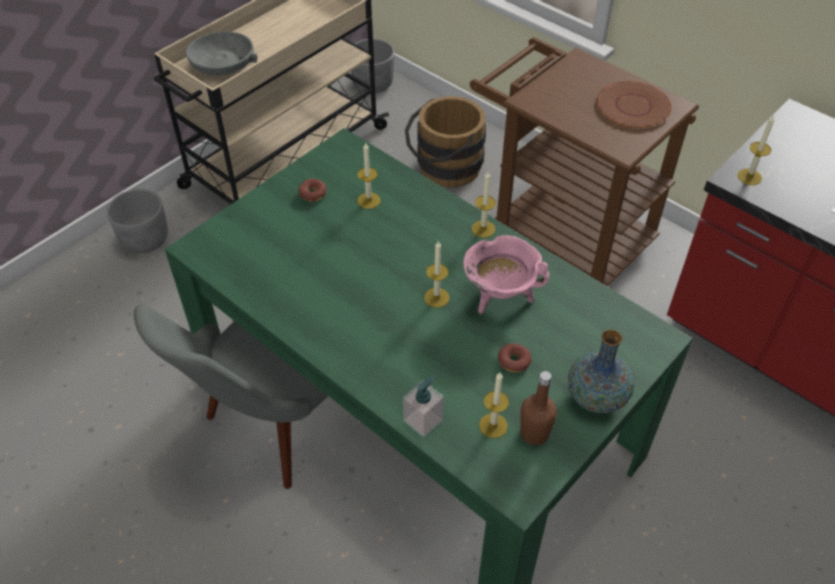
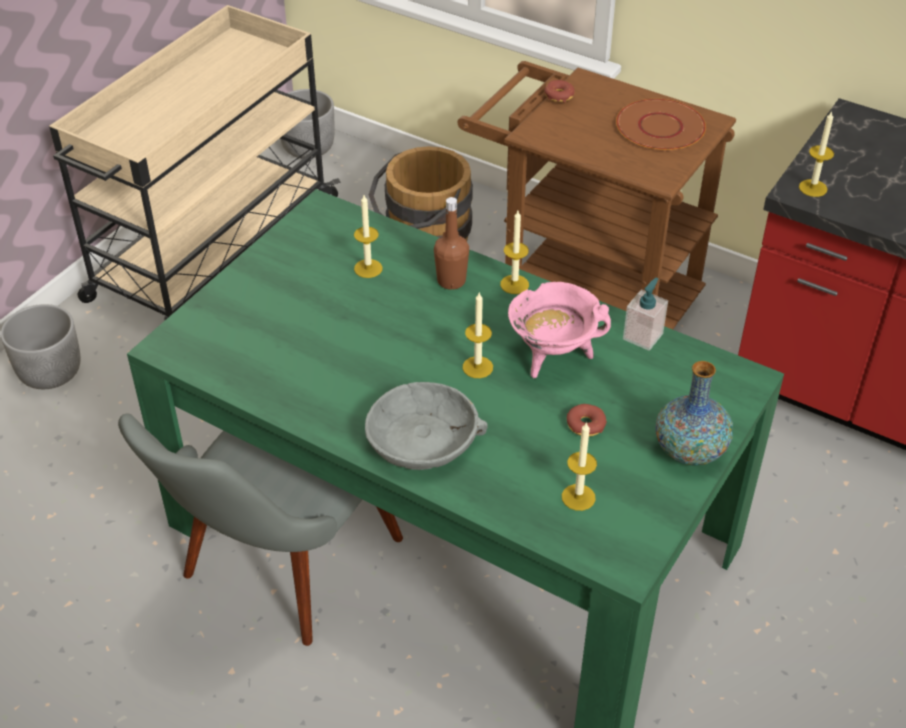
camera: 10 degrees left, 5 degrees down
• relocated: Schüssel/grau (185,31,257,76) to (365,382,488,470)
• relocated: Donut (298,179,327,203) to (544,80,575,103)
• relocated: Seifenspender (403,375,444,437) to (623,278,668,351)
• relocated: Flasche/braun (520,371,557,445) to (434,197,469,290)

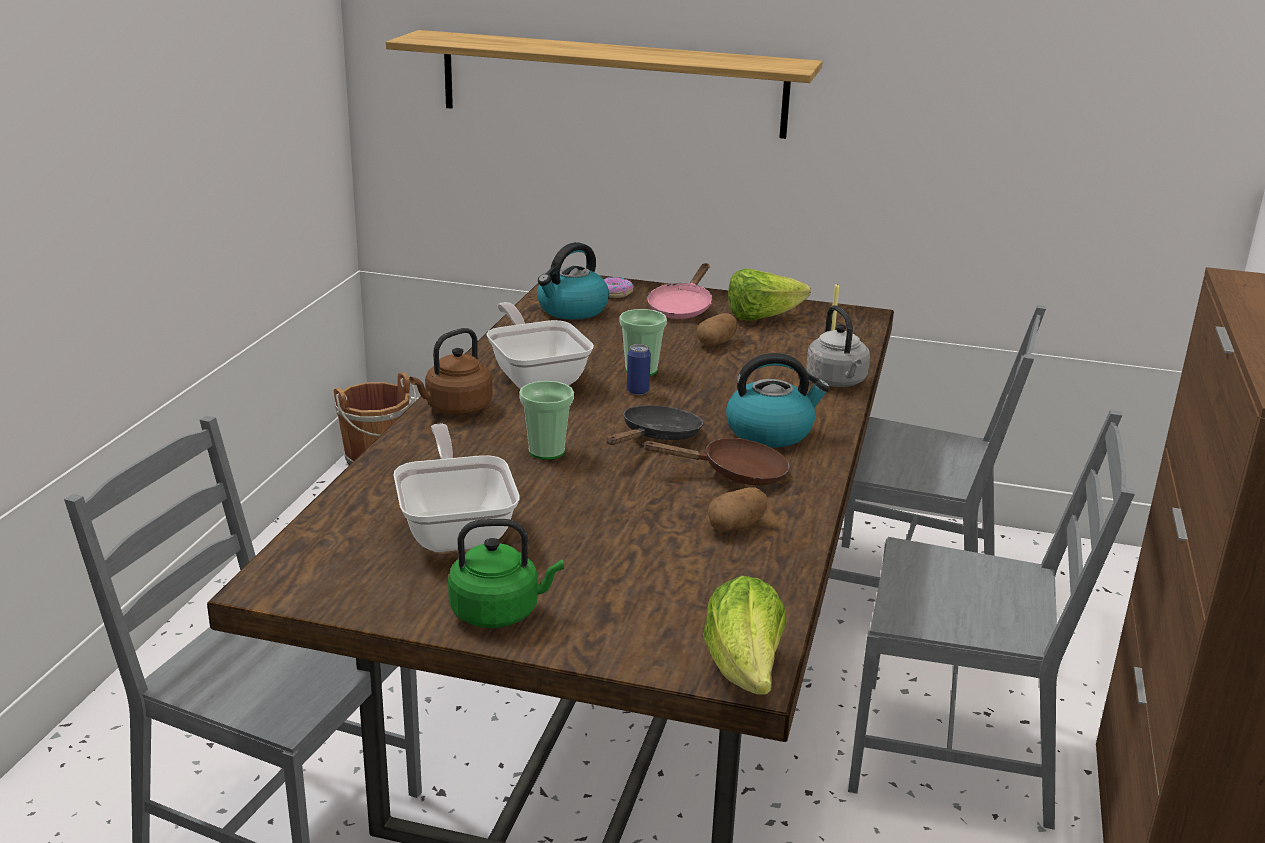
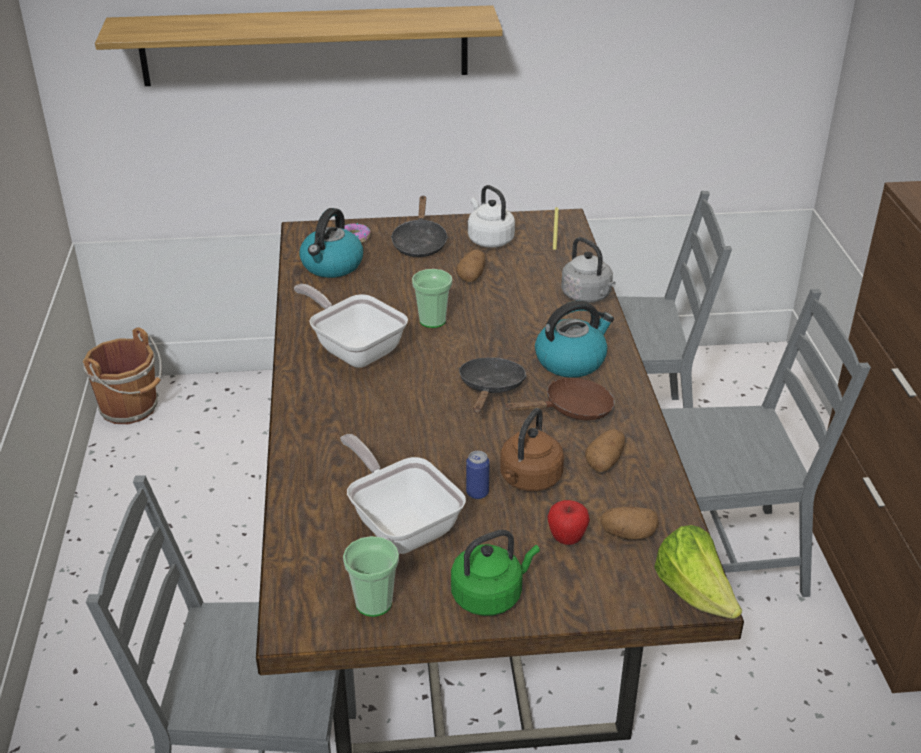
camera: 20 degrees left, 10 degrees up
• appeared: Apfel (547,500,590,545)
• appeared: Kartoffel (601,507,659,540)
• relocated: Wasserkessel/braun (409,328,493,415) to (500,408,564,491)
• relocated: Tasse (519,381,574,460) to (343,536,399,617)
• relocated: Dose (627,344,651,395) to (466,451,490,499)
• exchanged: Salatkopf (728,268,811,321) to Wasserkessel/weiß (468,185,515,248)
• colour: Pfanne/rosa (647,263,712,319) to Pfanne/schwarz (391,196,448,257)

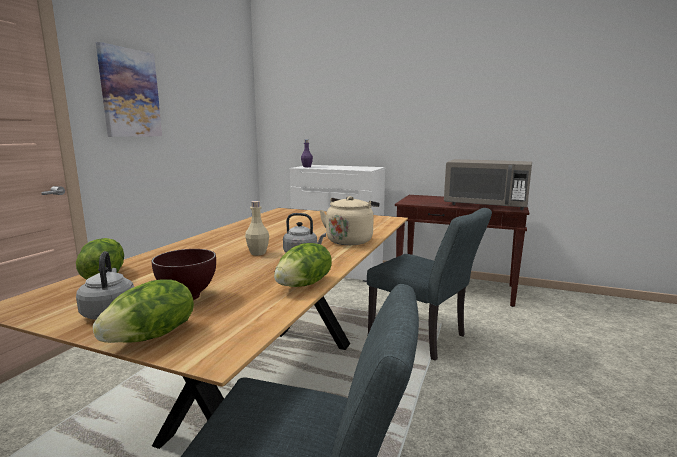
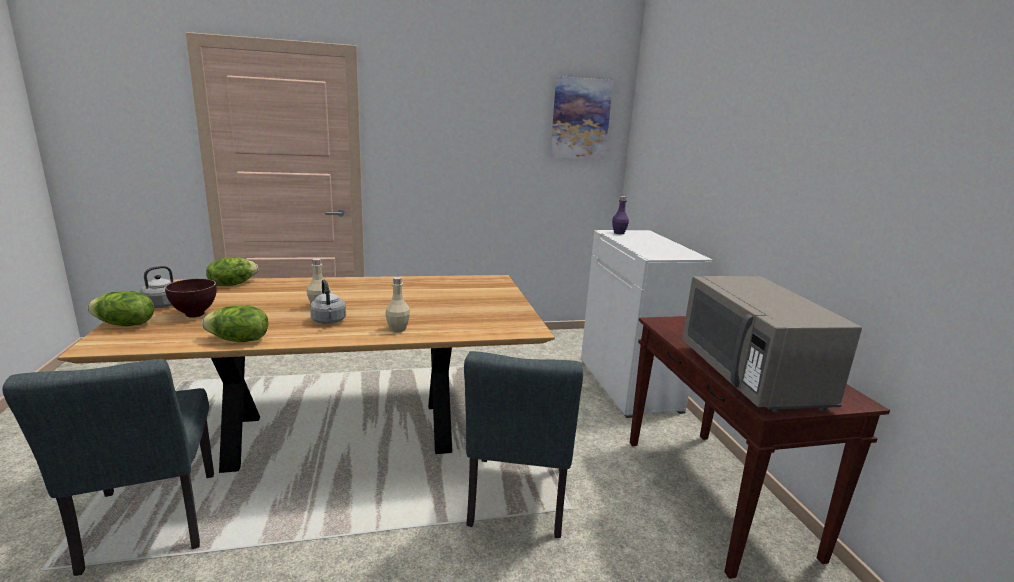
camera: 55 degrees right, 5 degrees up
• relocated: Bild (96,42,162,137) to (550,76,613,160)
• exchanged: Wasserkessel/beige (319,196,380,245) to Flasche/beige (385,277,410,333)

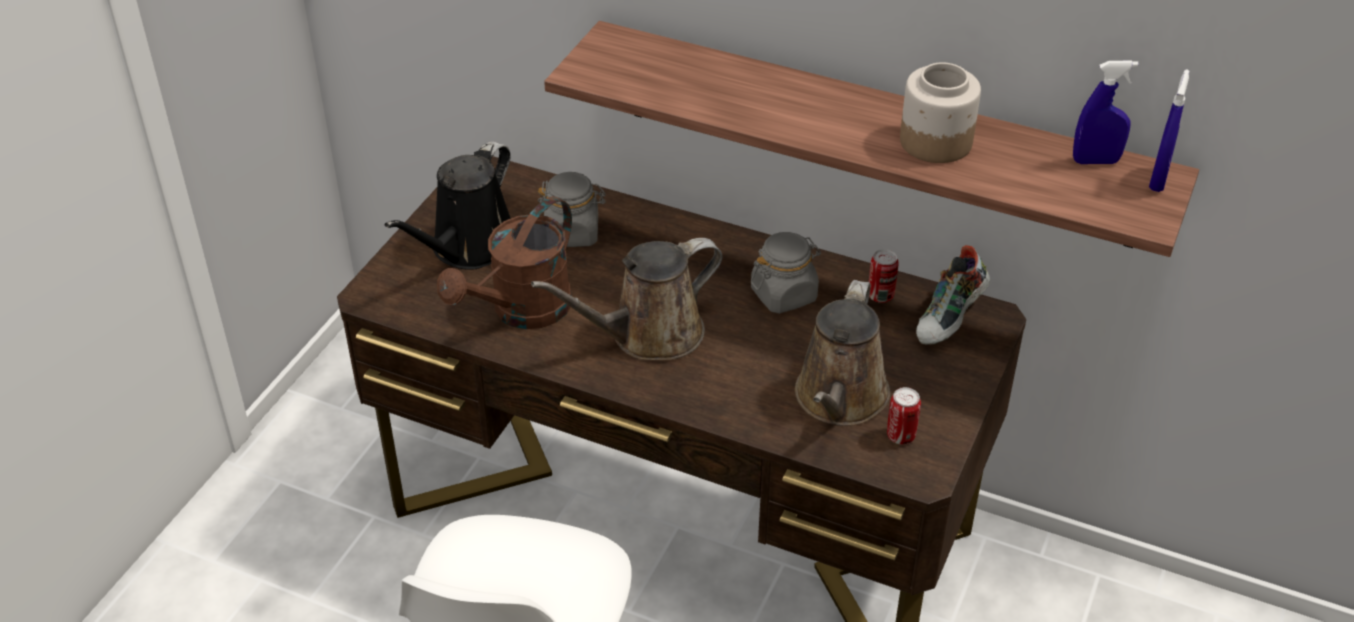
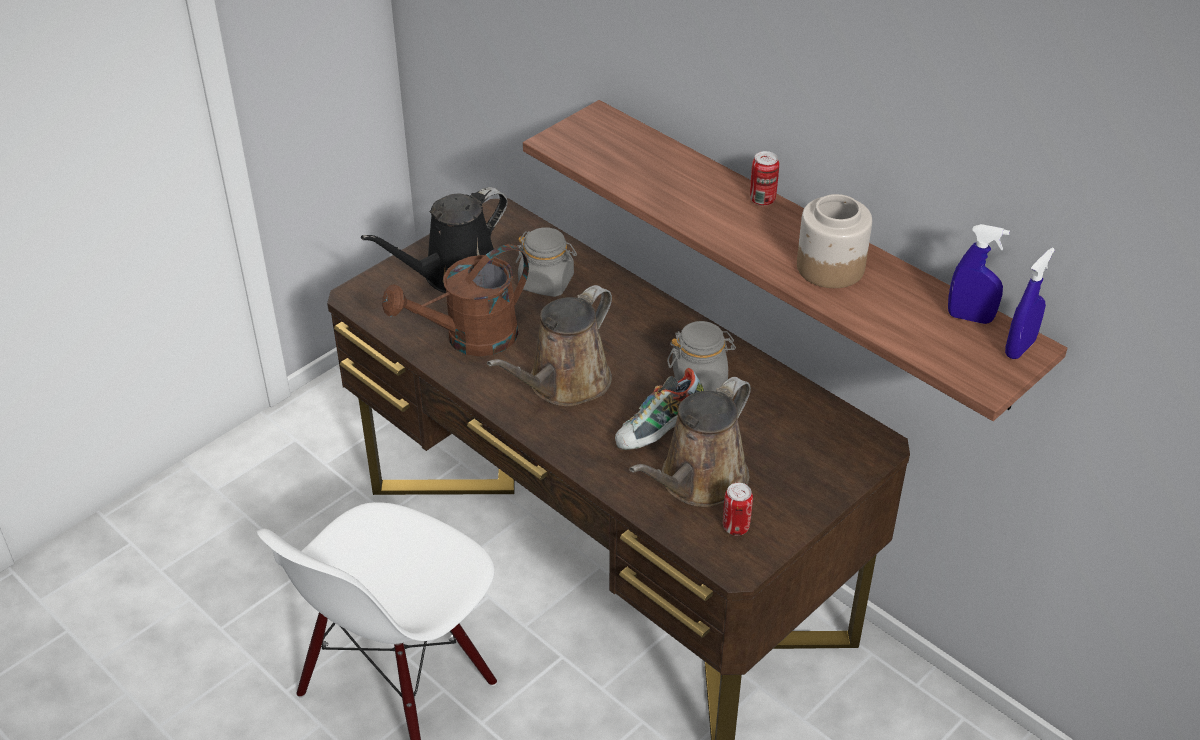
camera: 20 degrees right, 0 degrees up
• relocated: Dose (869,249,899,303) to (750,151,779,206)
• relocated: Schuh (916,245,990,345) to (615,368,704,450)
• spun: Gießkanne/braun (531,238,722,360) = (487,285,612,406) 45 degrees counterclockwise

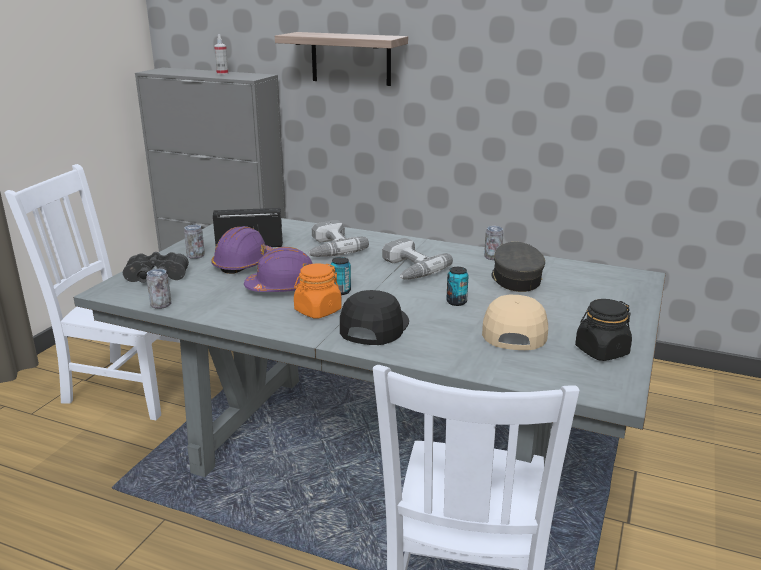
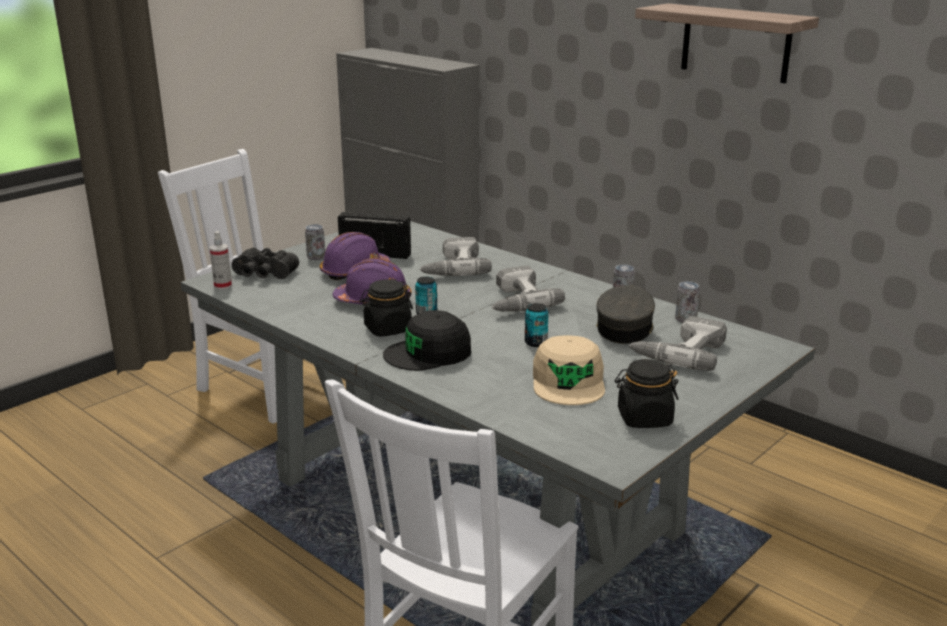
camera: 20 degrees right, 0 degrees up
• appeared: Bohrmaschine (629,316,727,371)
• relocated: Dose (146,269,172,309) to (675,281,700,323)
• relocated: Sprühflasche (214,34,229,75) to (210,231,232,289)
• relocated: Wandregal (275,32,408,86) to (635,3,819,83)
• colour: Vorratsglas/orange (294,263,342,318) to Vorratsglas/schwarz (360,279,413,337)
• spun: Kappe/schwarz (340,290,409,345) = (383,310,471,371) 150 degrees counterclockwise
• spun: Kappe/beige (482,295,548,350) = (533,335,605,405) 150 degrees clockwise

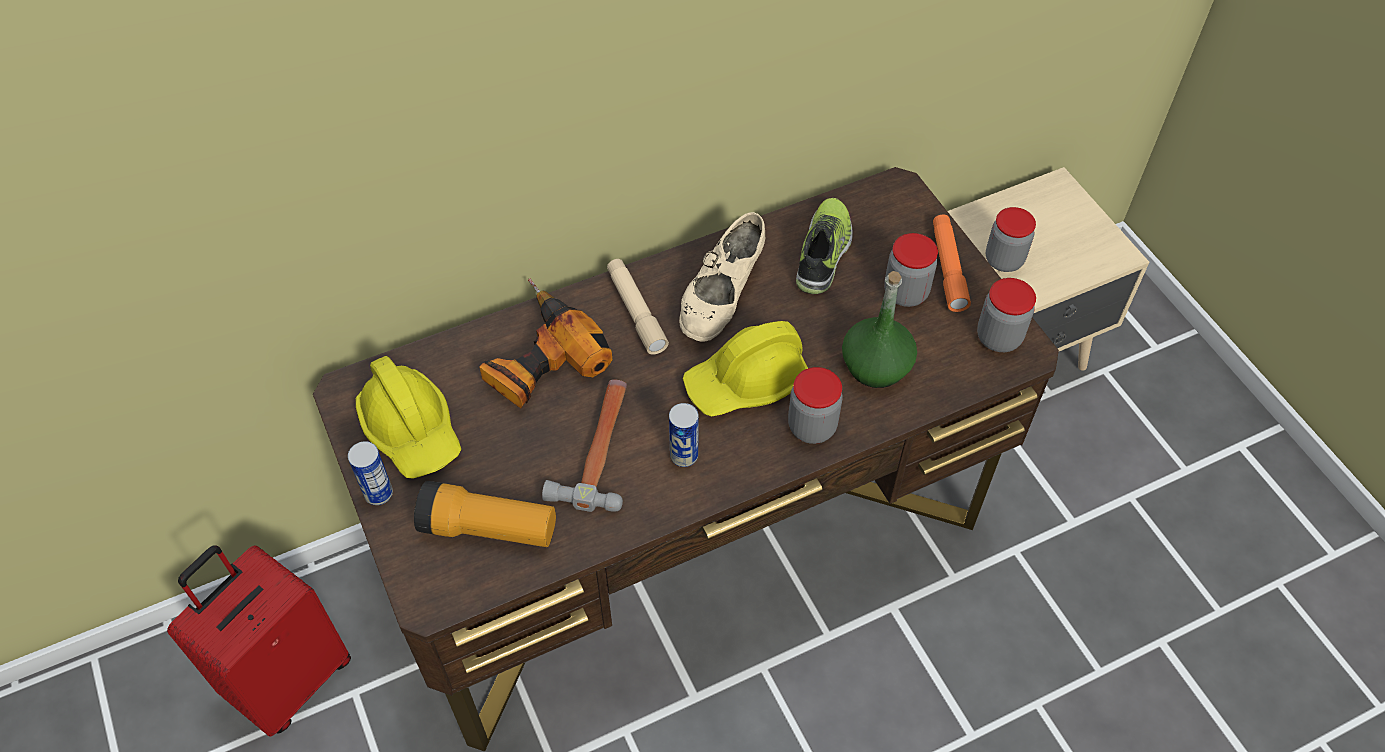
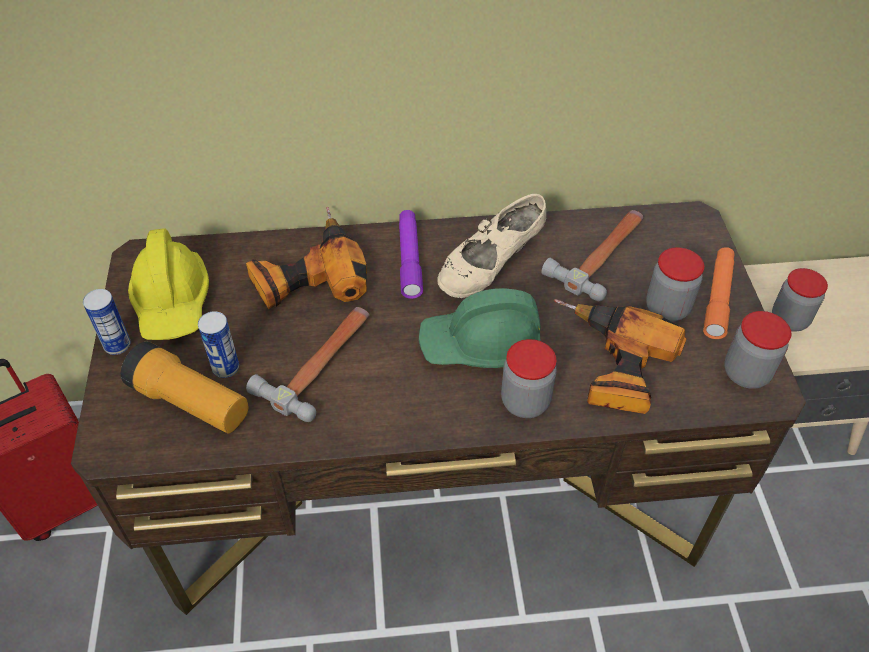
camera: 20 degrees right, 5 degrees down
• relocated: Dose (669,403,699,467) to (198,311,239,378)
• exchanged: Schuh (796,198,853,294) to Hammer (541,210,644,301)
• exchanged: Flasche/grün (842,271,917,388) to Bohrmaschine (554,299,687,414)
• colour: Taschenlampe/beige (607,259,669,355) to Taschenlampe/lila (399,210,423,299)
• colour: Schutzhelm/gelb (683,321,808,417) to Schutzhelm/grün (419,288,541,368)

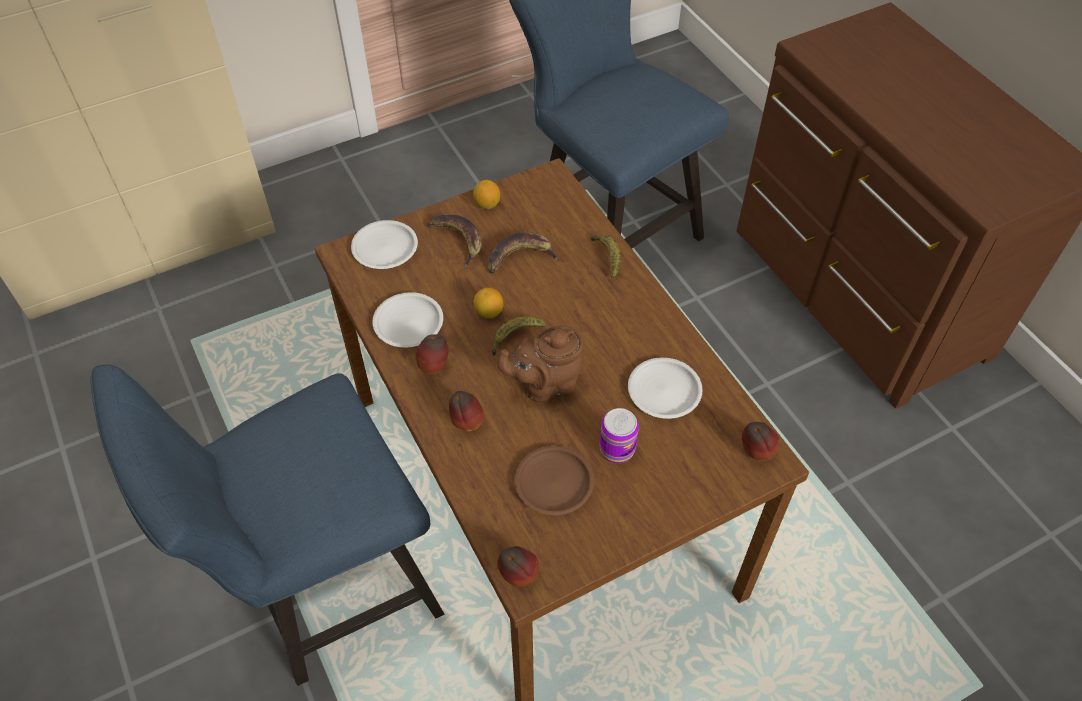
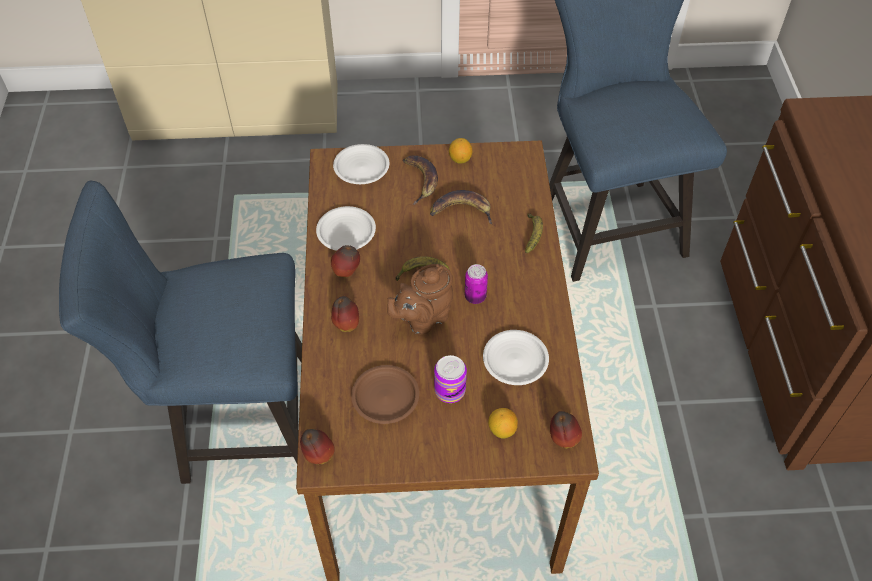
camera: 25 degrees right, 0 degrees up
• appeared: Dose (465,264,488,304)
• relocated: Zitrone (474,287,503,318) to (488,408,518,438)
• spun: Teekanne/braun (498,326,584,403) = (387,264,453,335) 45 degrees counterclockwise

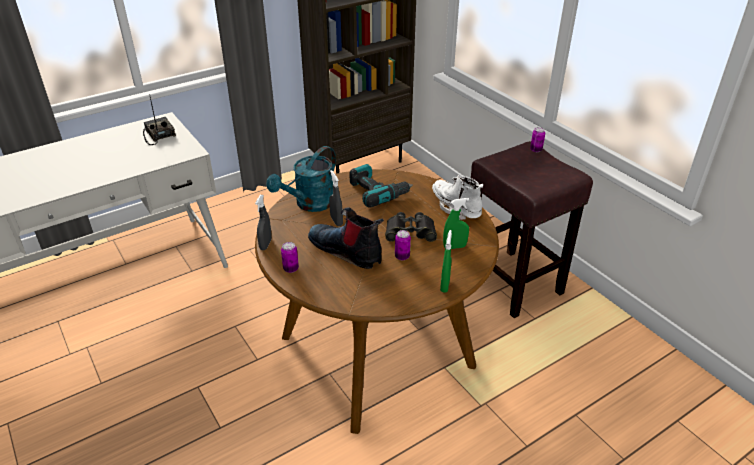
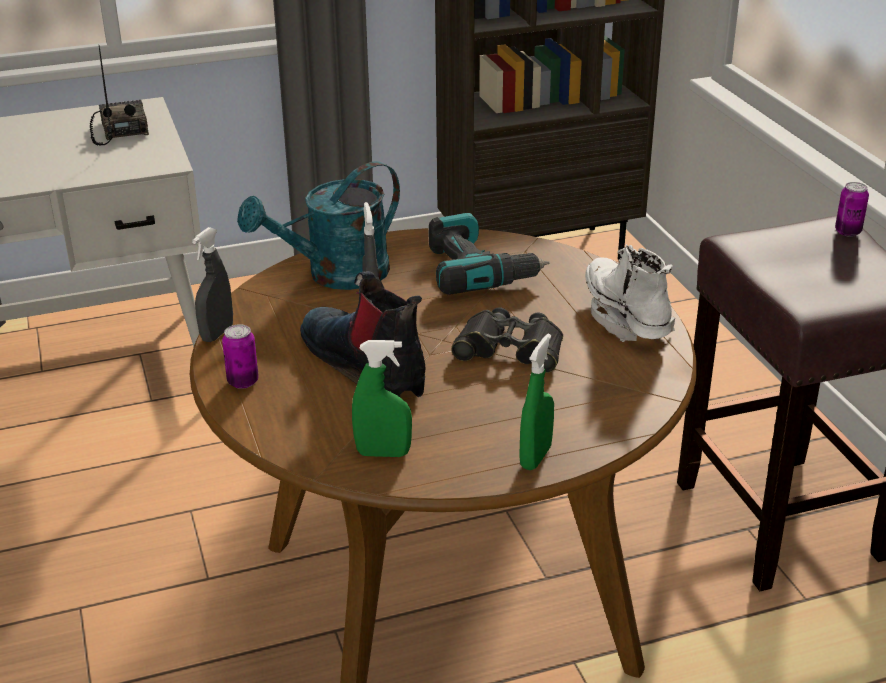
camera: 15 degrees right, 5 degrees down
• missing: Dose (395,230,411,260)
• relocated: Sprühflasche/grün (443,198,469,249) to (352,340,412,457)

